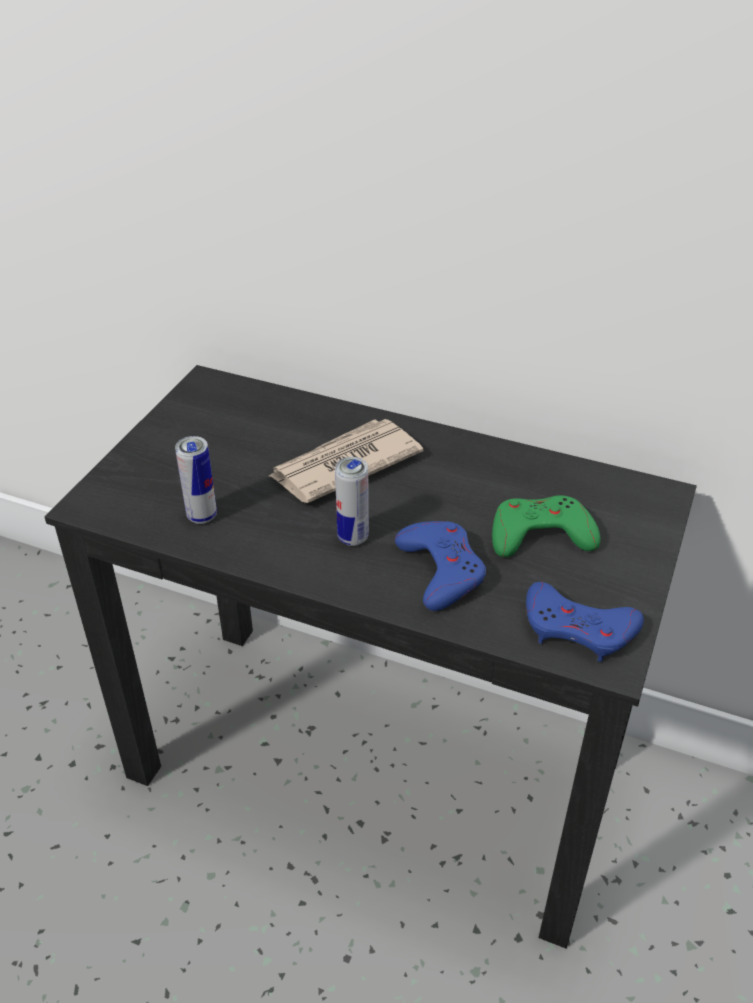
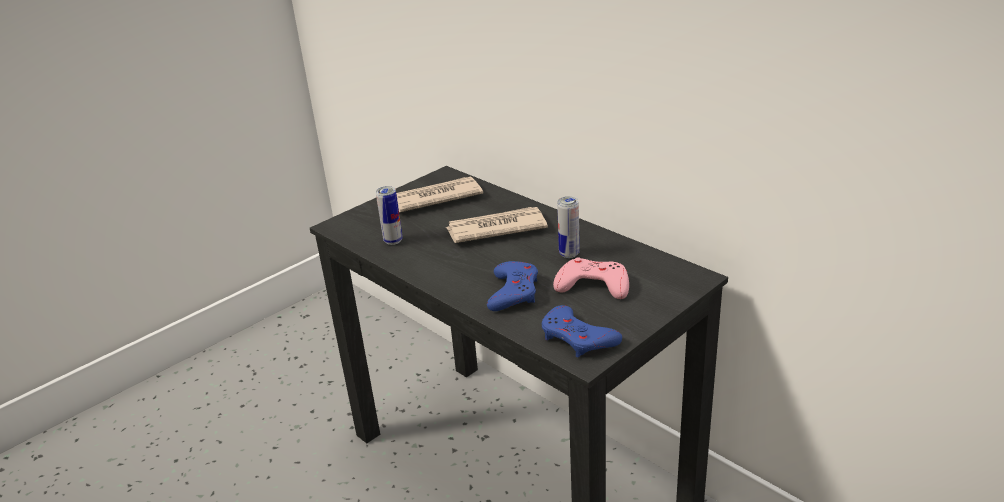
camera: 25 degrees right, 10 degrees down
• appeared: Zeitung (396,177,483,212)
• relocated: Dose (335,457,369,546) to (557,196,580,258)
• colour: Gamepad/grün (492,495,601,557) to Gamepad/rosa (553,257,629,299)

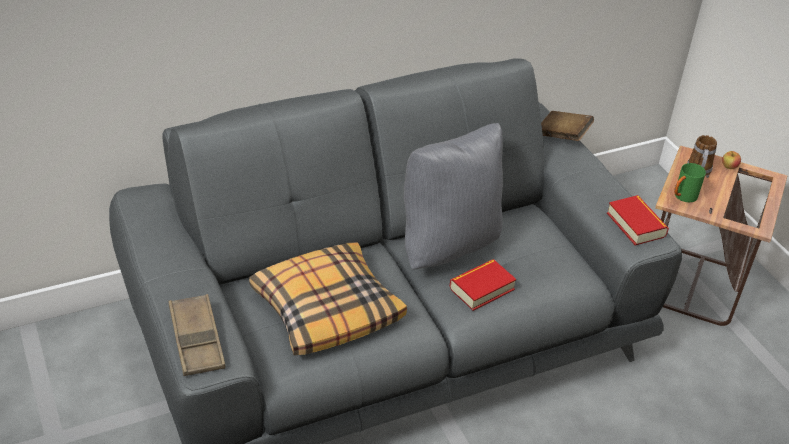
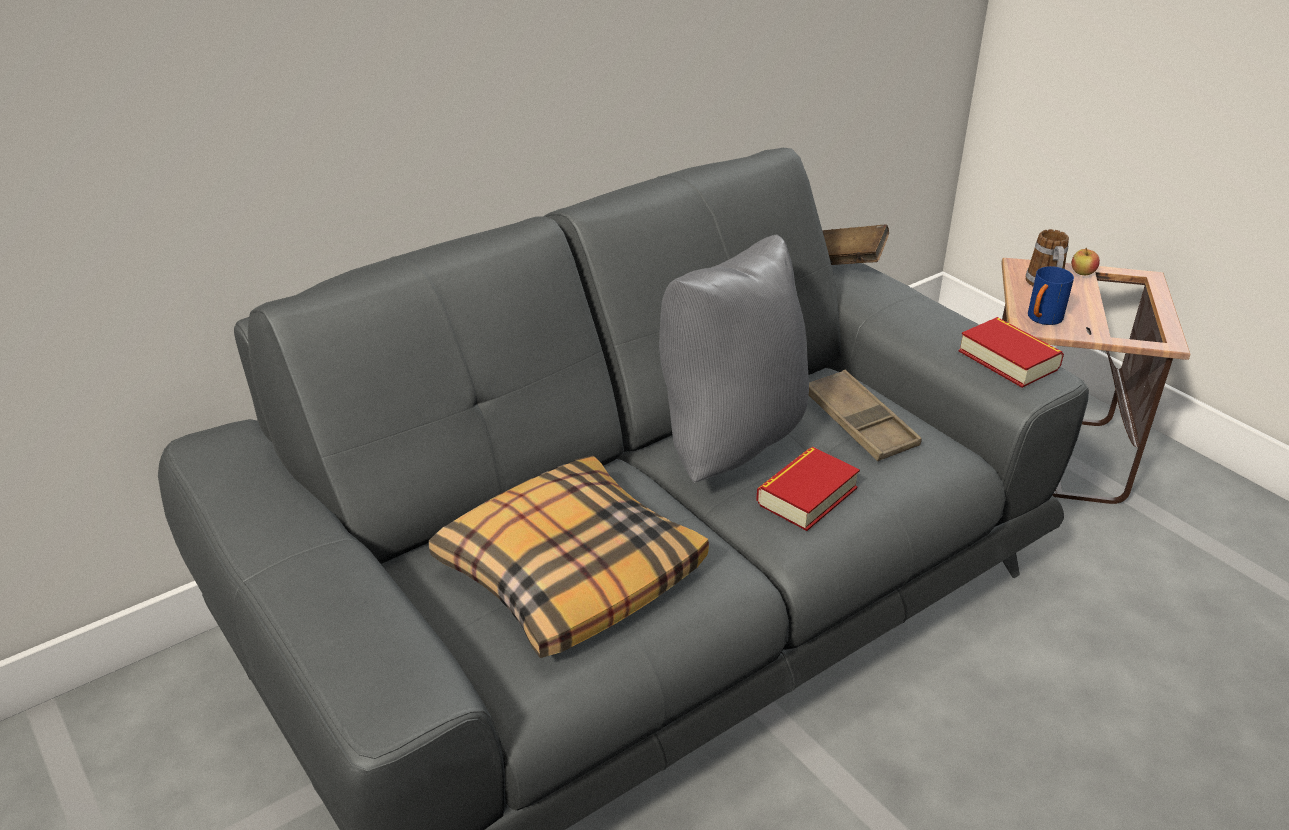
camera: 10 degrees left, 5 degrees down
• relocated: Tablett/braun (168,294,226,376) to (809,370,922,461)
• colour: Henkelbecher/grün (674,163,706,202) to Henkelbecher/blau (1028,266,1074,325)

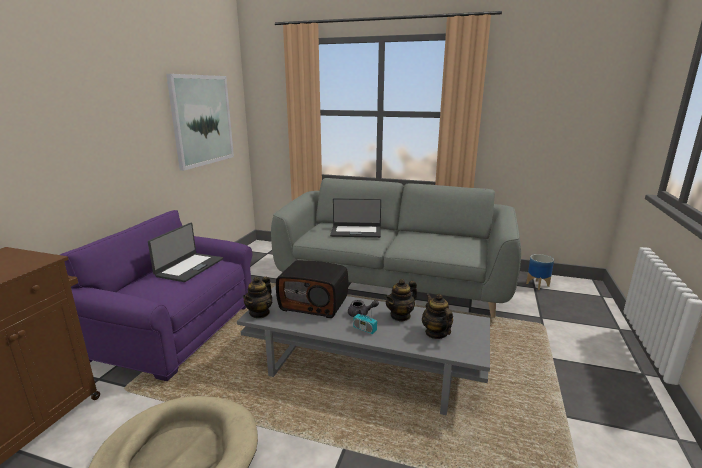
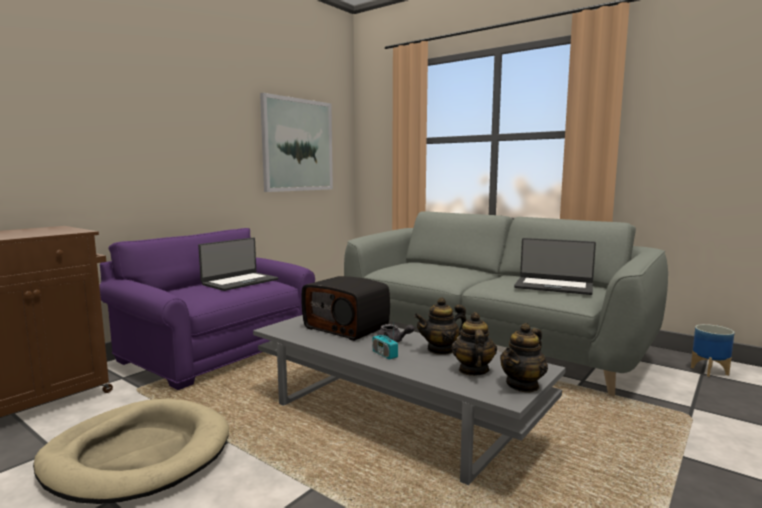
camera: 20 degrees right, 10 degrees down
• relocated: Teekanne (243,276,272,318) to (500,323,548,393)
• relocated: Laptop (330,198,381,238) to (514,238,596,295)

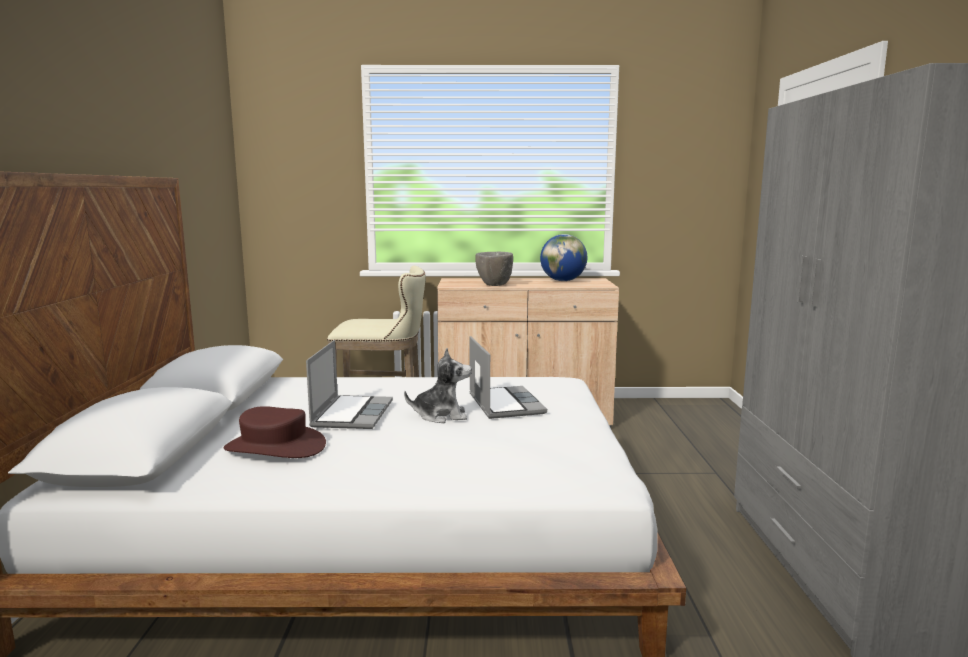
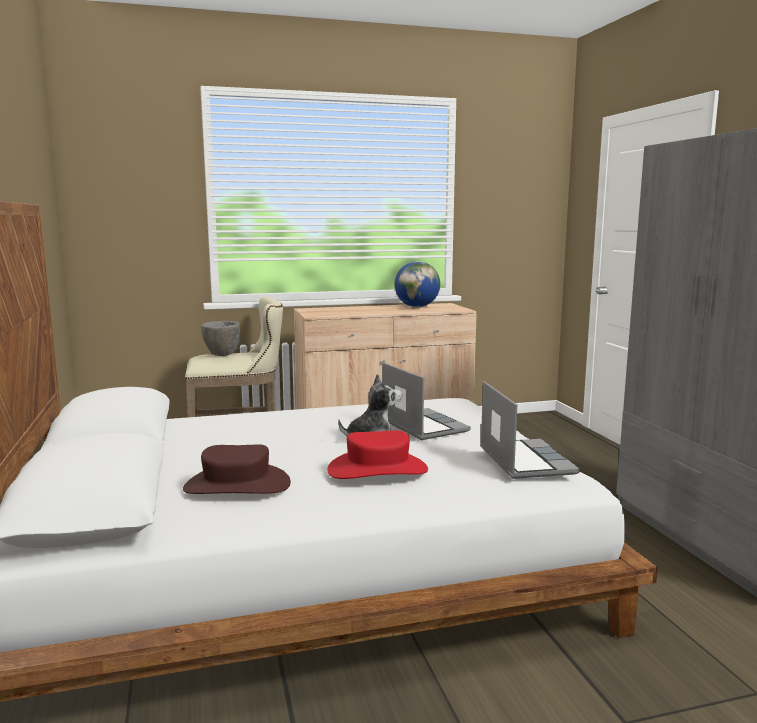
camera: 15 degrees left, 0 degrees up
• appeared: Hut/rot (327,430,428,479)
• relocated: Laptop (306,340,393,429) to (480,381,580,479)
• relocated: Schüssel/grau (475,252,513,286) to (201,321,240,356)

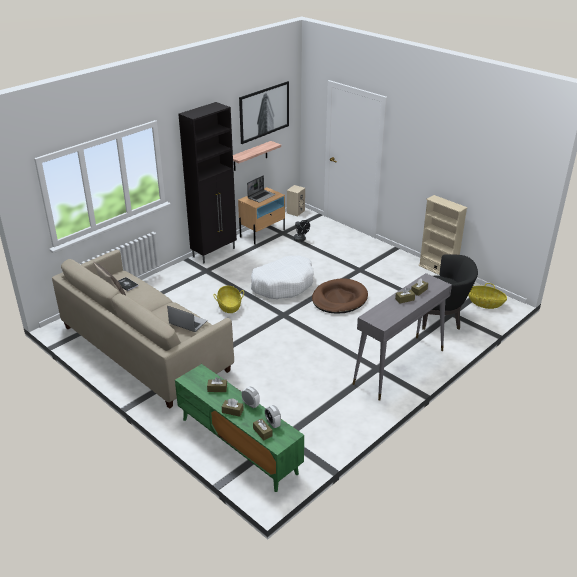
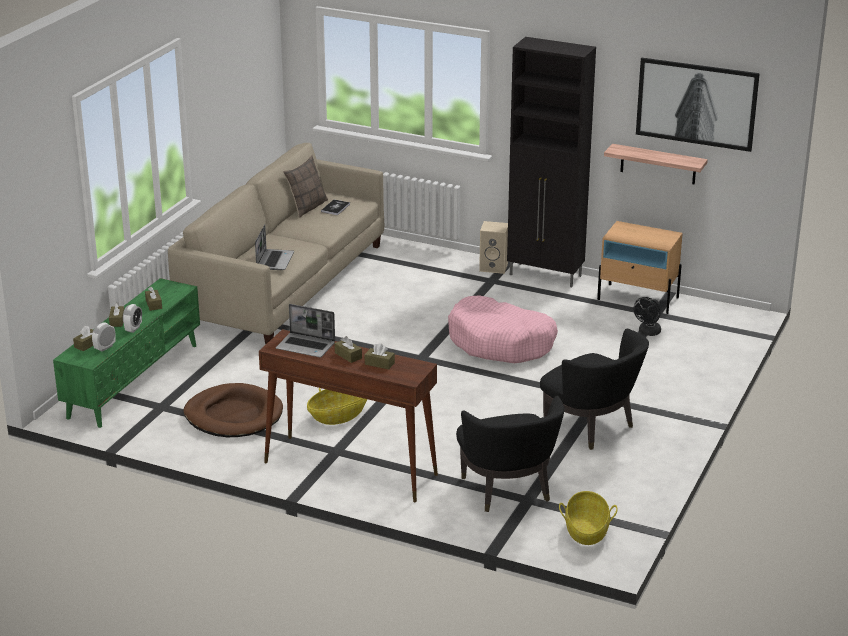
camera: 70 degrees right, 5 degrees down
• missing: Bücherregal/beige (418,195,468,275)
• appeared: Sessel/schwarz (540,329,649,450)
• relocated: Korb (213,286,244,313) to (307,388,367,425)
• relocated: Laptop (247,175,276,203) to (276,304,335,357)
• relocated: Lautsprecher/beige (287,185,305,216) to (479,221,508,274)
• relocated: Hundebett/braun (312,278,368,313) to (183,383,283,437)
• colour: Hundebett/weiß (251,255,314,299) to Hundebett/rosa (448,295,558,363)
• colour: Konsolentisch/grau (353,273,452,401) to Konsolentisch/braun (259,329,438,502)

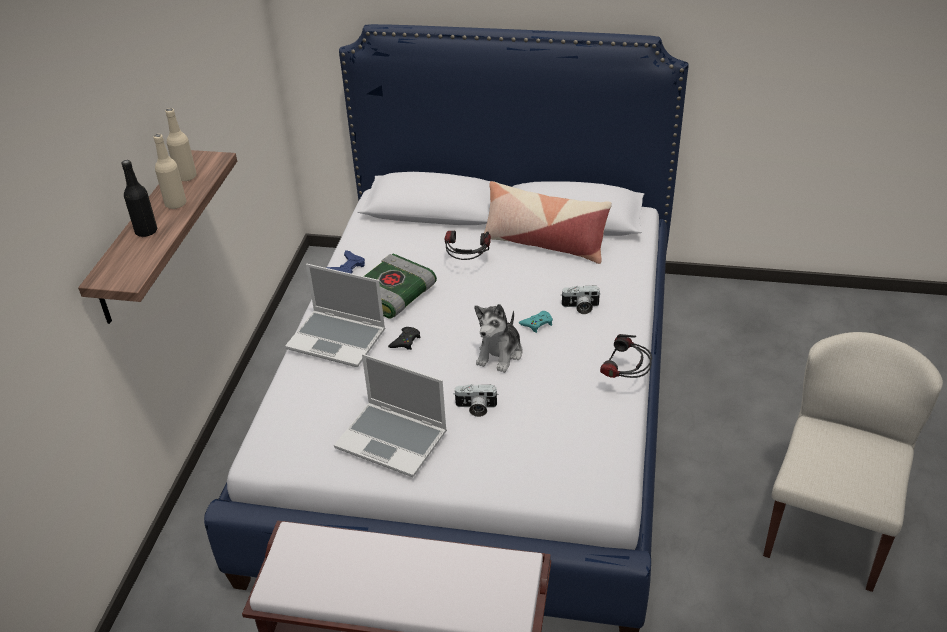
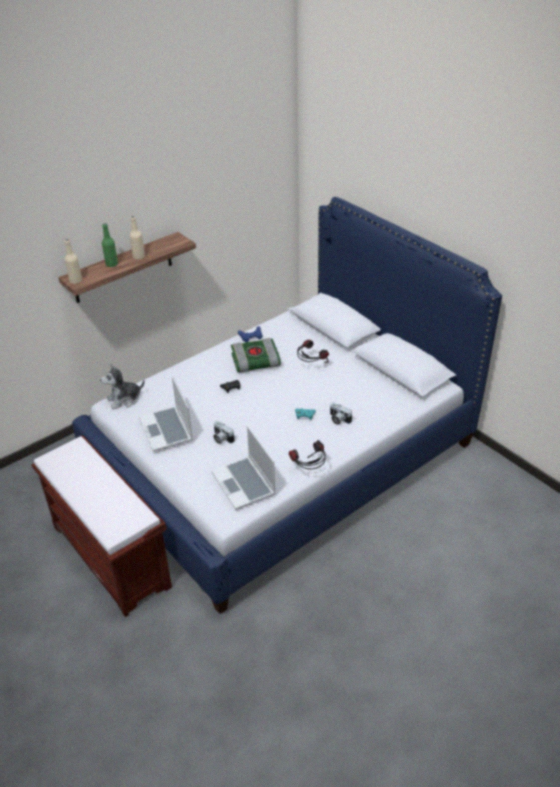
camera: 40 degrees right, 0 degrees up
• missing: Kissen (484,181,612,264)
• missing: Stuhl/beige (763,332,943,592)
• relocated: Flasche/beige (165,108,197,182) to (64,239,82,284)
• relocated: Laptop (285,264,385,367) to (211,426,276,510)
• relocated: Plüschtier (475,304,523,373) to (100,363,144,409)
• colour: Flasche/schwarz (121,160,157,237) to Flasche/grün (102,223,118,267)

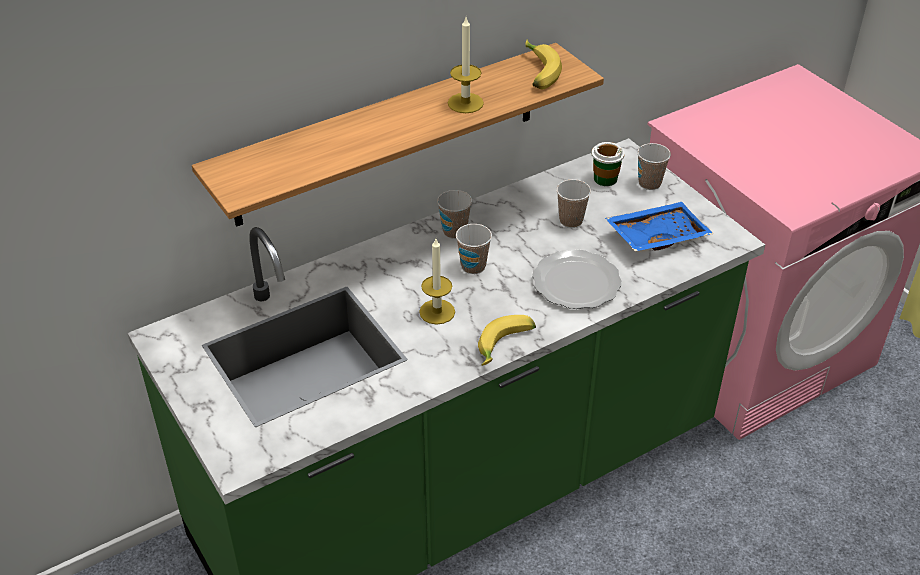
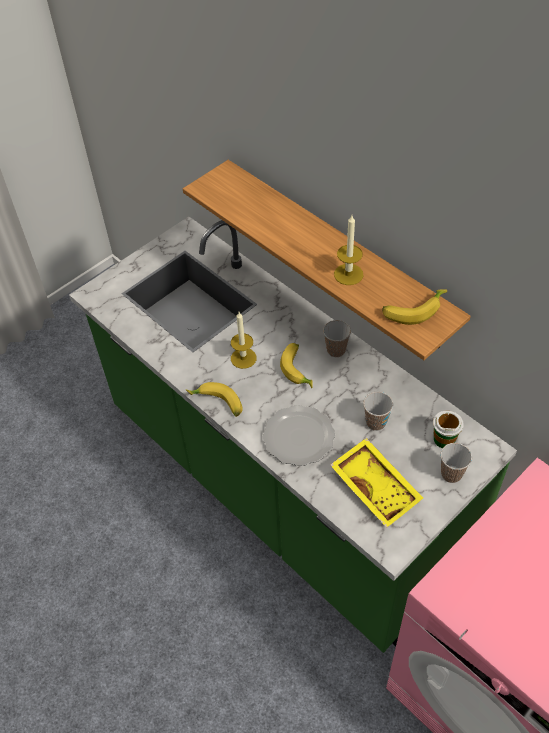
camera: 80 degrees right, 10 degrees up
• exchanged: Tasse (456,224,492,274) to Banane (280,343,313,388)
• colour: Tablett/blau (605,202,713,251) to Tablett/gelb (330,438,423,528)

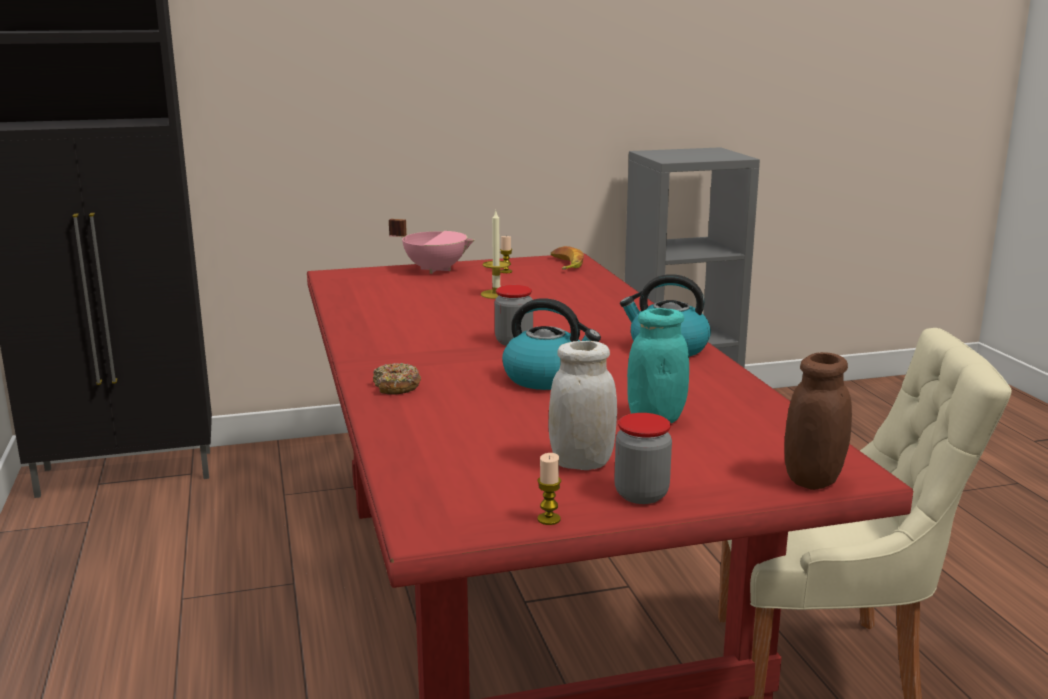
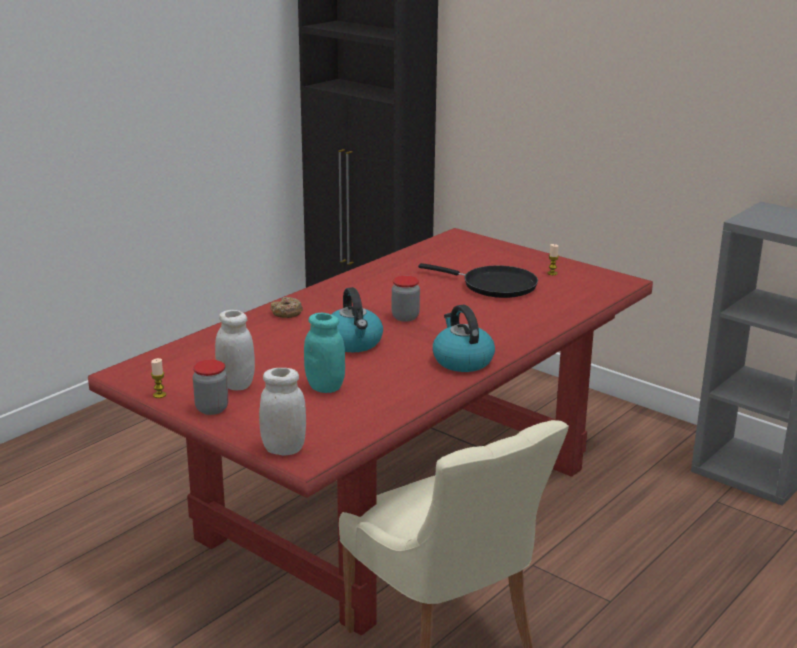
camera: 55 degrees right, 5 degrees up
• missing: Kochtopf/rosa (389,219,475,274)
• missing: Banane (551,246,584,270)
• exchanged: Kerze (481,211,510,299) to Pfanne/schwarz (418,263,538,298)
• colour: Vorratsglas/braun (784,352,852,490) to Vorratsglas/weiß (259,368,306,456)

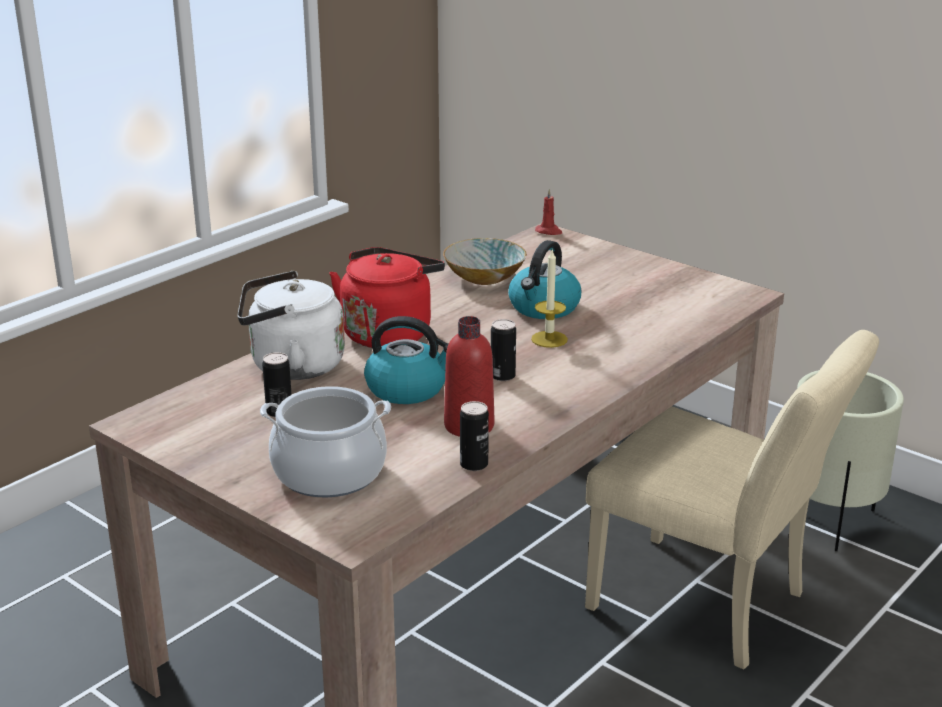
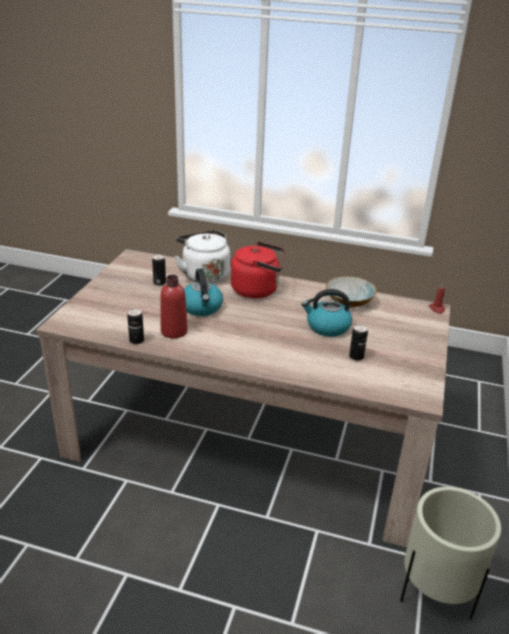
camera: 65 degrees right, 5 degrees up
• missing: Kochtopf (260,386,391,498)
• missing: Kerze (531,248,568,348)
• missing: Stuhl/beige (585,330,879,669)
• relocated: Dose (491,319,516,381) to (349,324,368,361)

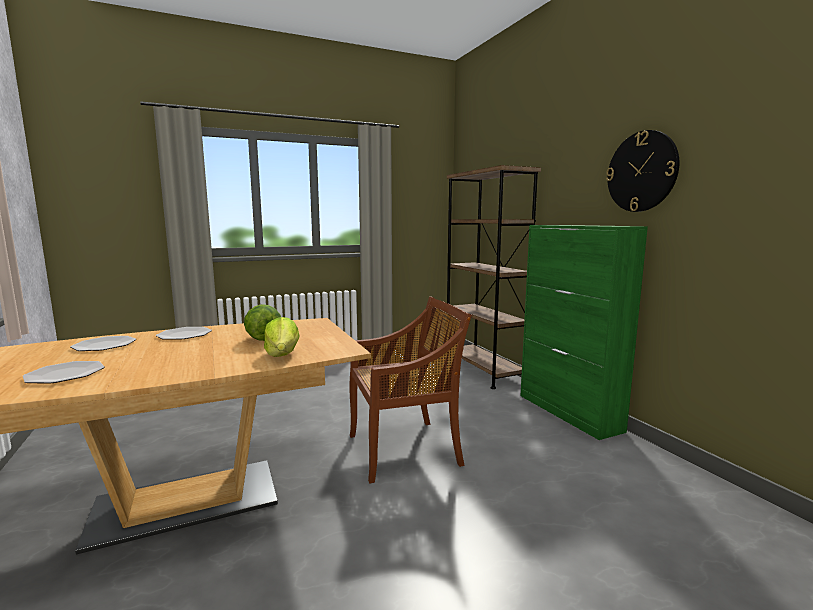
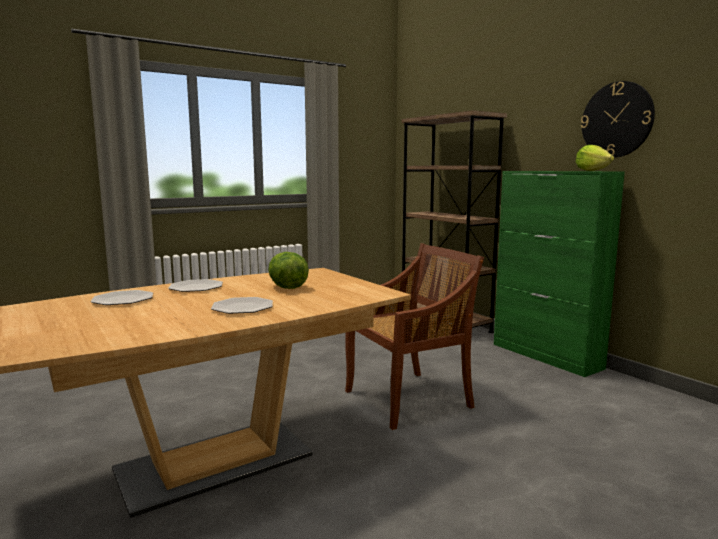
camera: 10 degrees left, 0 degrees up
• relocated: Teller (23,361,105,383) to (211,297,273,314)
• relocated: Salatkopf (264,317,300,357) to (576,145,614,171)

